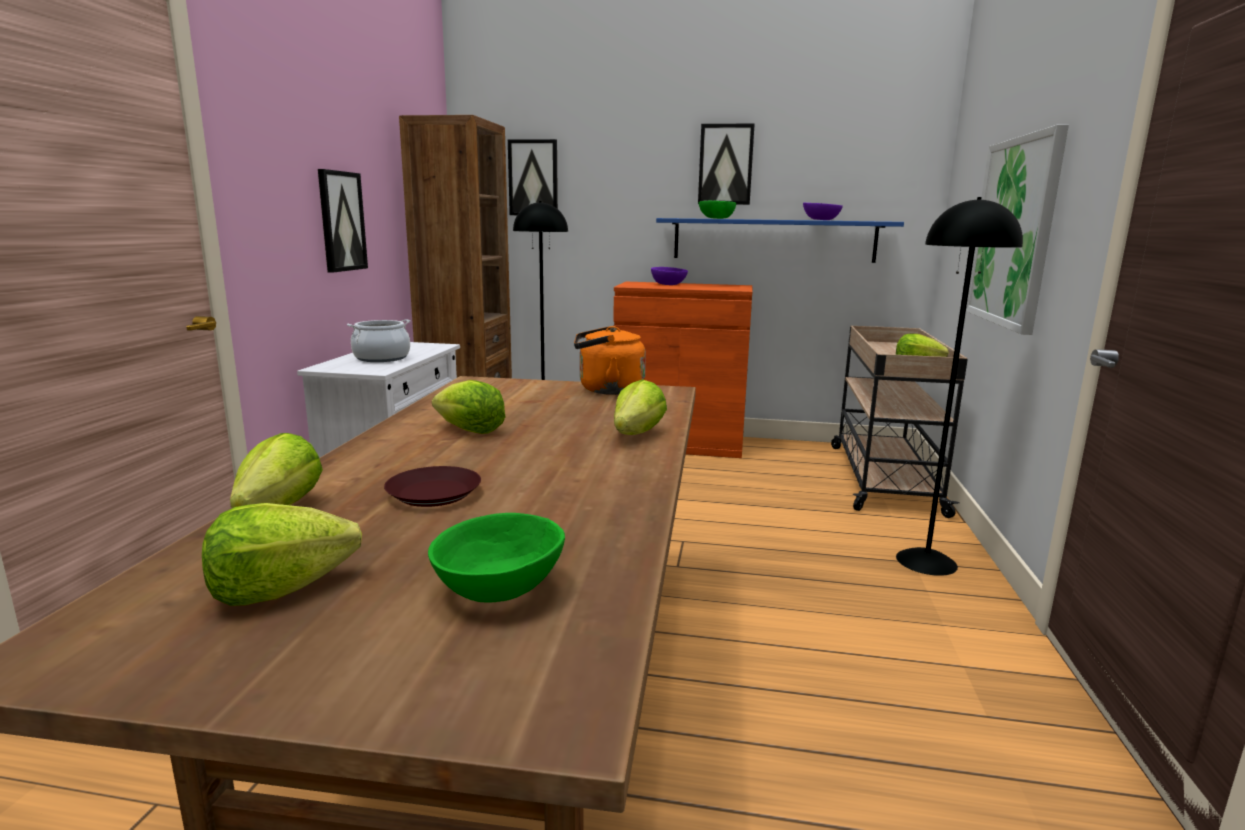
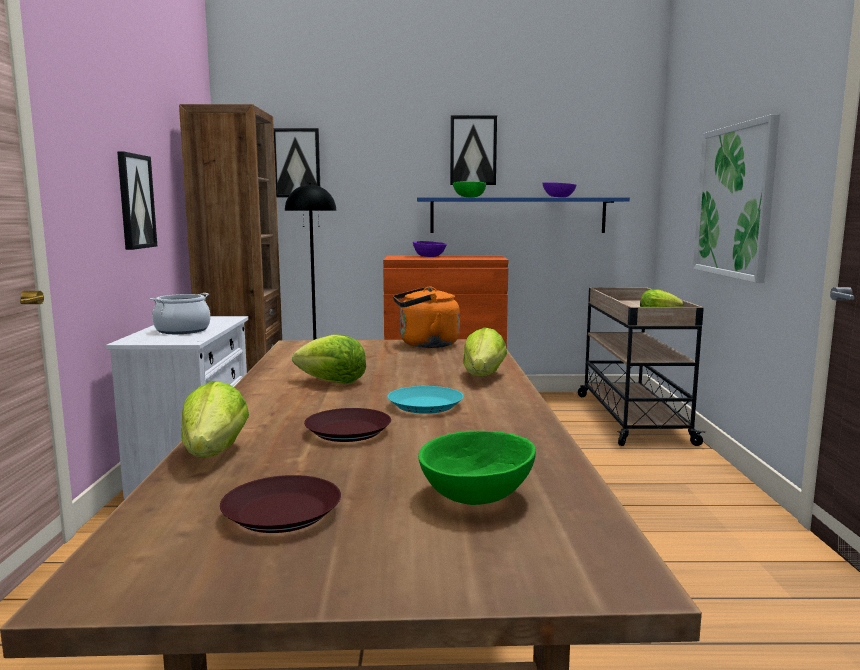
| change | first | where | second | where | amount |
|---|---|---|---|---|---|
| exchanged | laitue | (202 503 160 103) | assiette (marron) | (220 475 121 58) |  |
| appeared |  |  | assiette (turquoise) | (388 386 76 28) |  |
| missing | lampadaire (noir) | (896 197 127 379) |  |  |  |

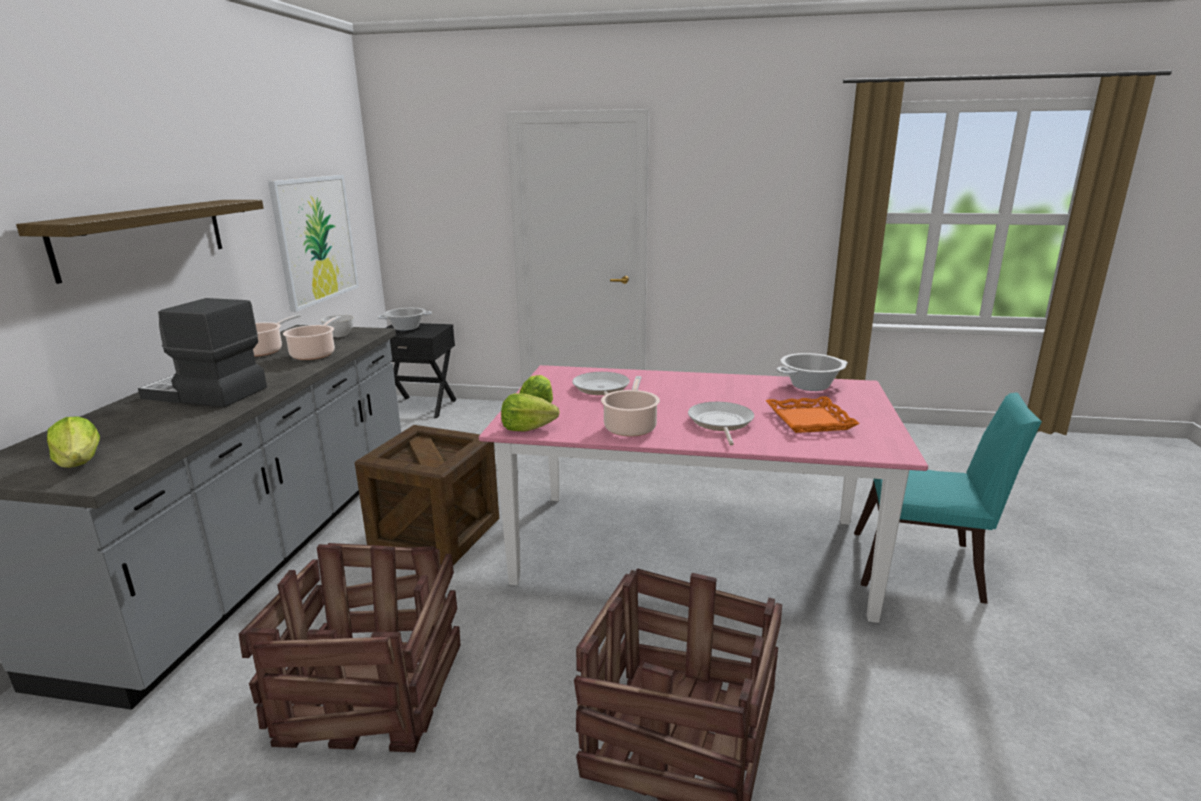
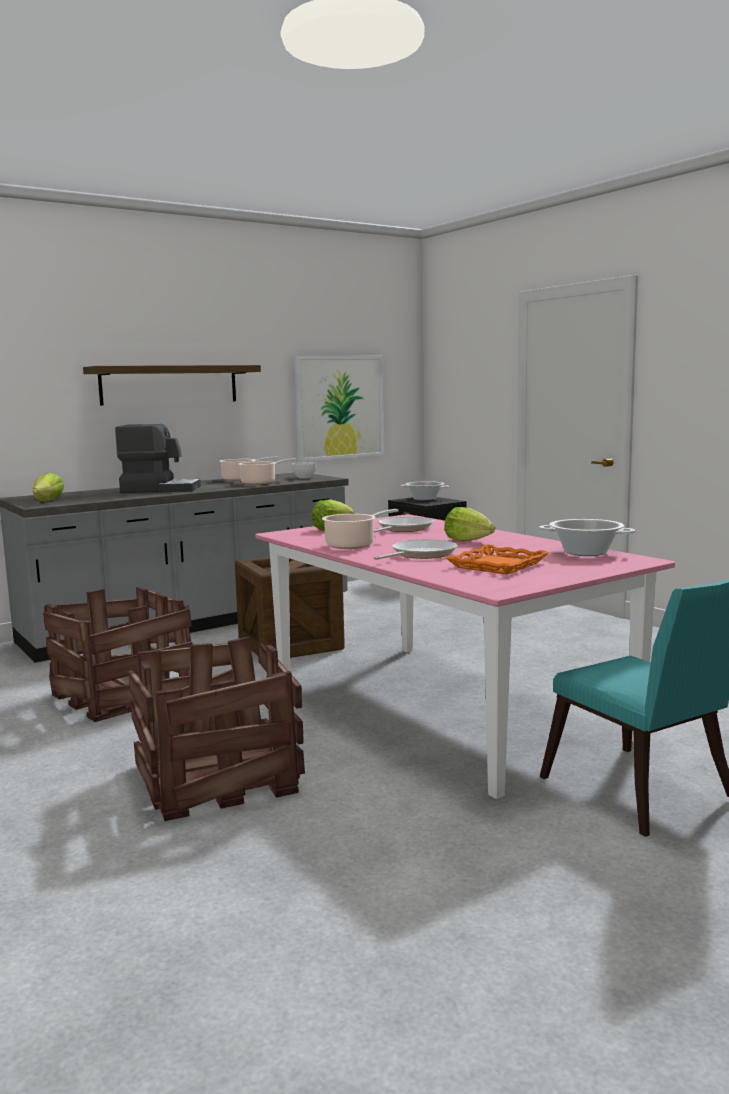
| change | first | where | second | where | amount |
|---|---|---|---|---|---|
| spun | machine à café | (138 298 129 109) |  | (115 424 86 69) | 120 degrees clockwise |
| relocated | laitue | (501 393 59 39) |  | (444 507 51 34) |  |

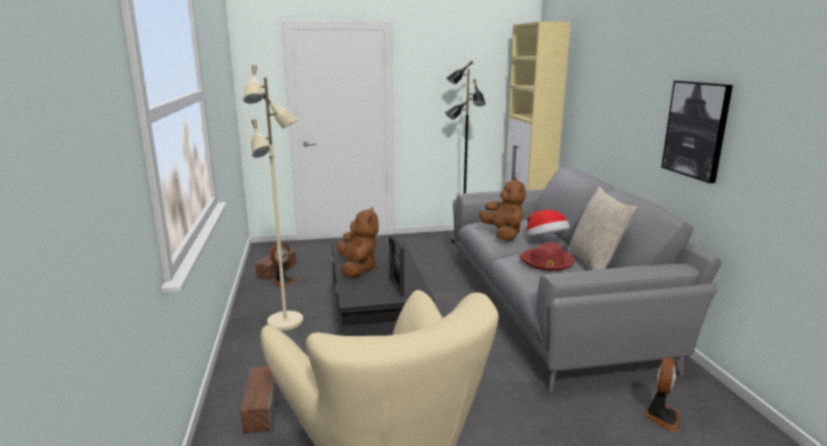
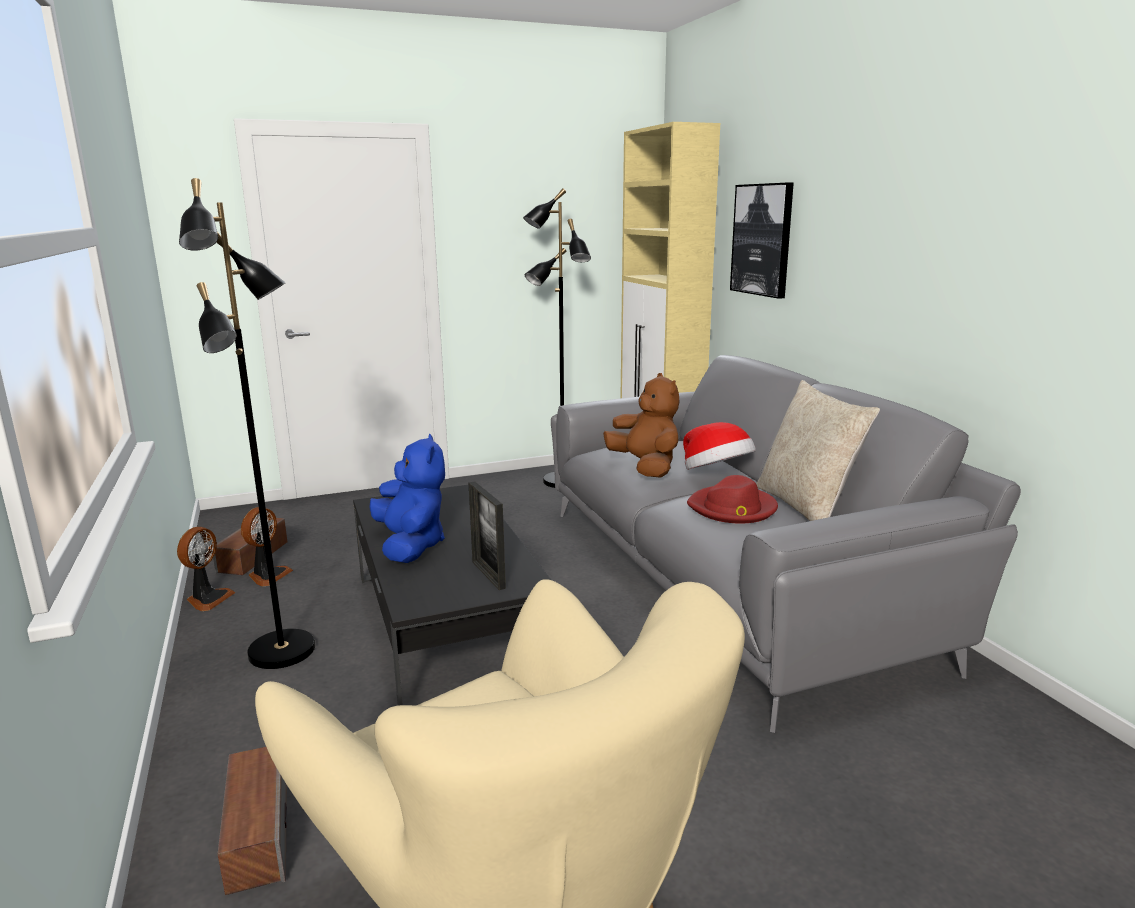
| change | first | where | second | where | amount |
|---|---|---|---|---|---|
| relocated | ventilateur | (645 357 35 75) |  | (177 527 58 84) |  |
| colour | lampadaire (beige) | (243 65 60 266) | lampadaire (noir) | (179 178 136 491) |  |
| colour | peluche (marron) | (337 207 42 71) | peluche (bleu) | (369 434 76 129) |  |
| relocated | tableau | (661 81 72 102) |  | (730 182 64 117) |  |

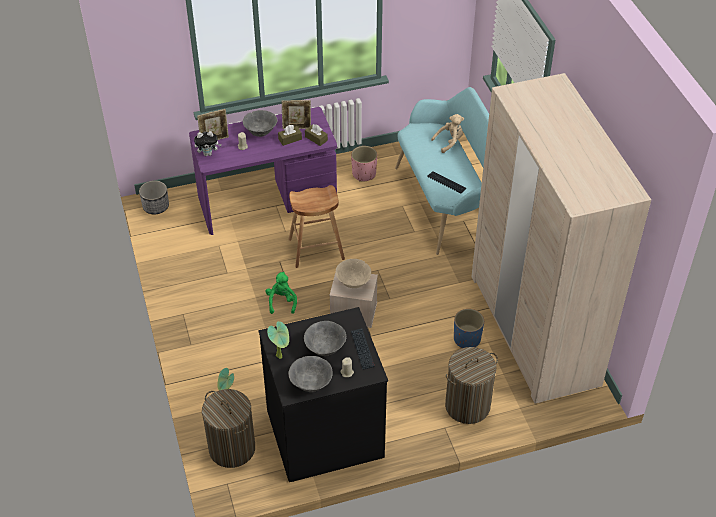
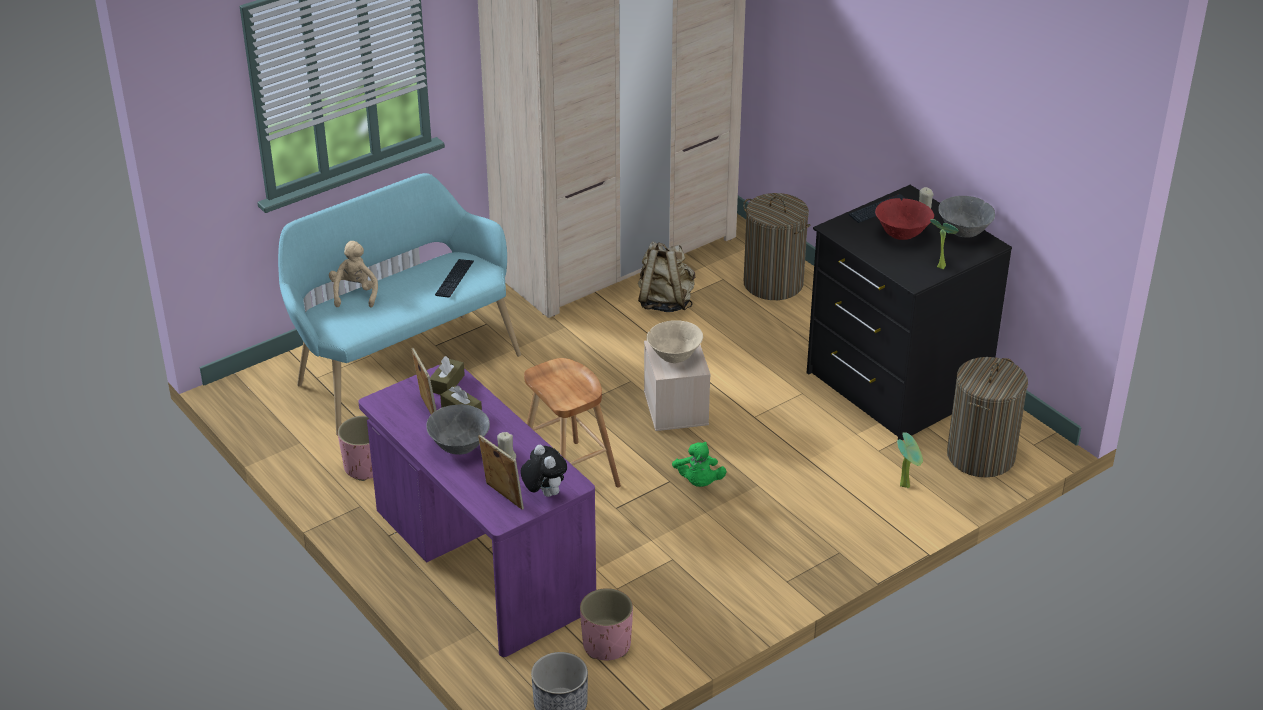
| change | first | where | second | where | amount |
|---|---|---|---|---|---|
| spun | peluche (beige) | (431 114 33 39) |  | (329 241 49 67) | 45 degrees clockwise |
| appeared |  |  | cache-pot (rose) | (580 588 53 72) |  |
| exchanged | cache-pot (bleu) | (454 309 30 39) | sac à dos (beige) | (638 242 57 70) |  |
| spun | peluche (vert) | (265 272 32 42) |  | (672 442 54 45) | 75 degrees counterclockwise |
| colour | bol (gris) | (304 321 42 35) | bol (rouge) | (875 198 59 42) |  |

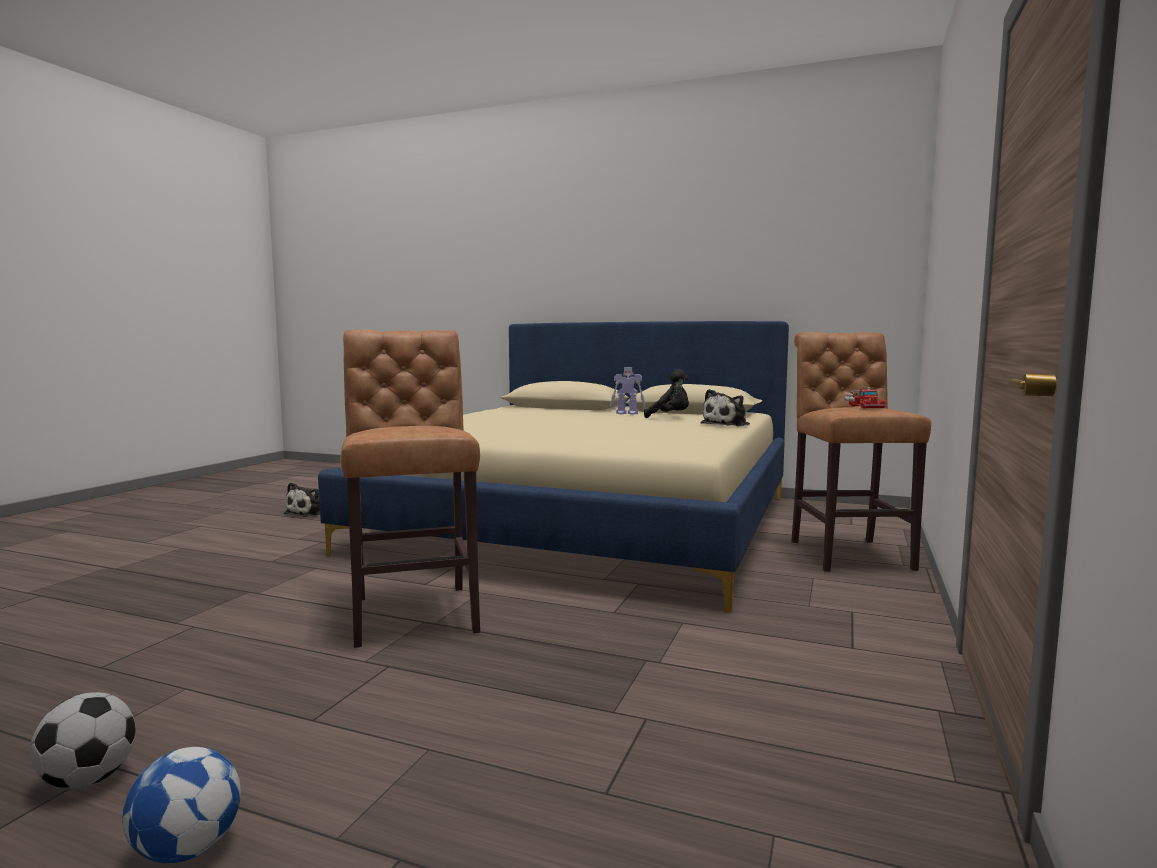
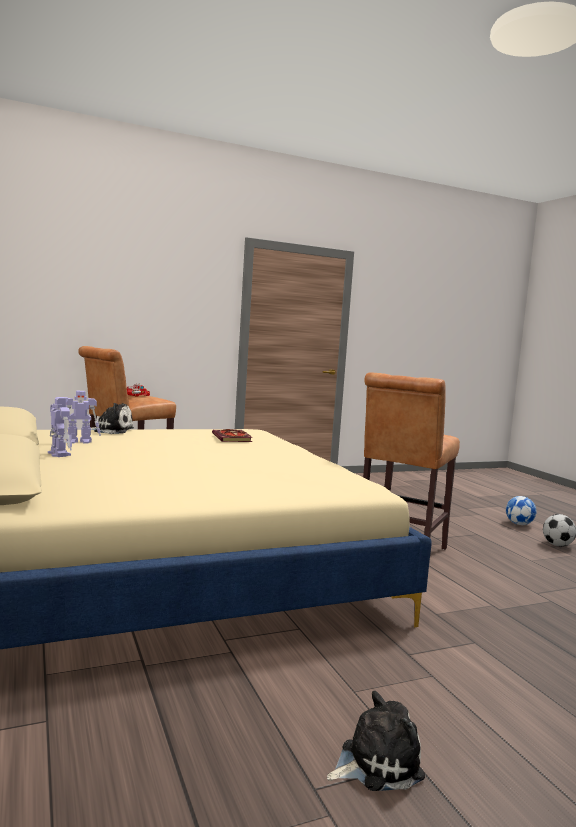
| change | first | where | second | where | amount |
|---|---|---|---|---|---|
| exchanged | peluche (noir) | (644 369 45 49) | robot jouet | (67 391 34 53) |  |
| appeared |  |  | livre | (212 429 40 13) |  |

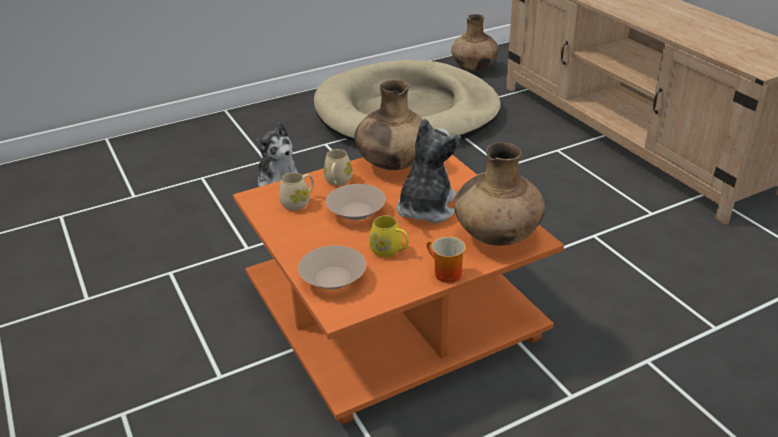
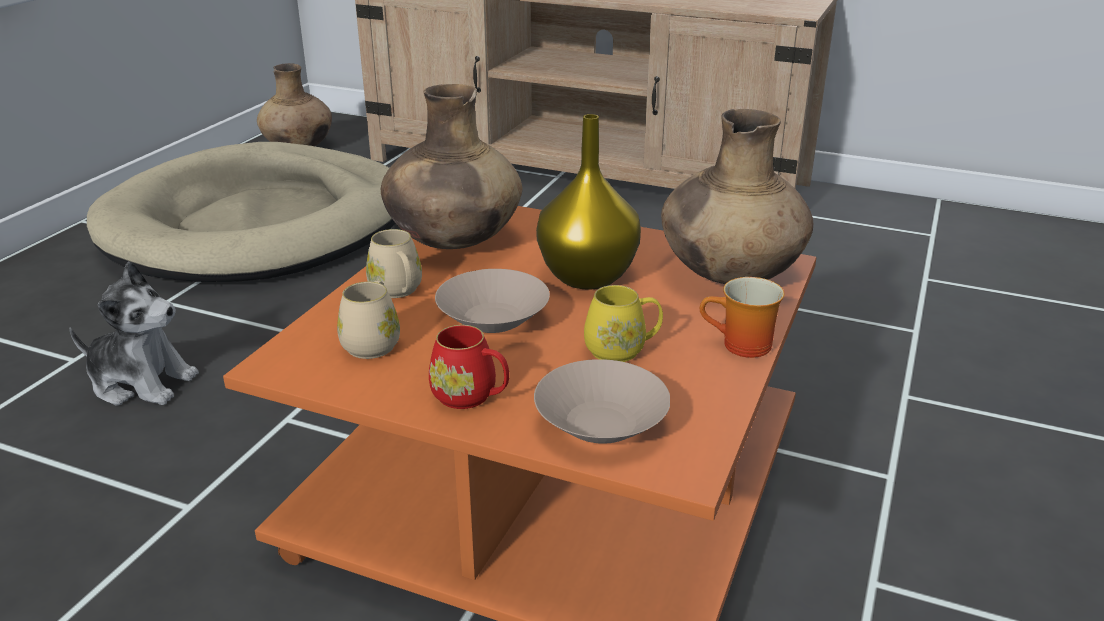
| change | first | where | second | where | amount |
|---|---|---|---|---|---|
| appeared |  |  | mug (rouge) | (429 325 80 84) |  |
| exchanged | peluche | (396 118 65 105) | vase (jaune) | (536 114 105 176) |  |

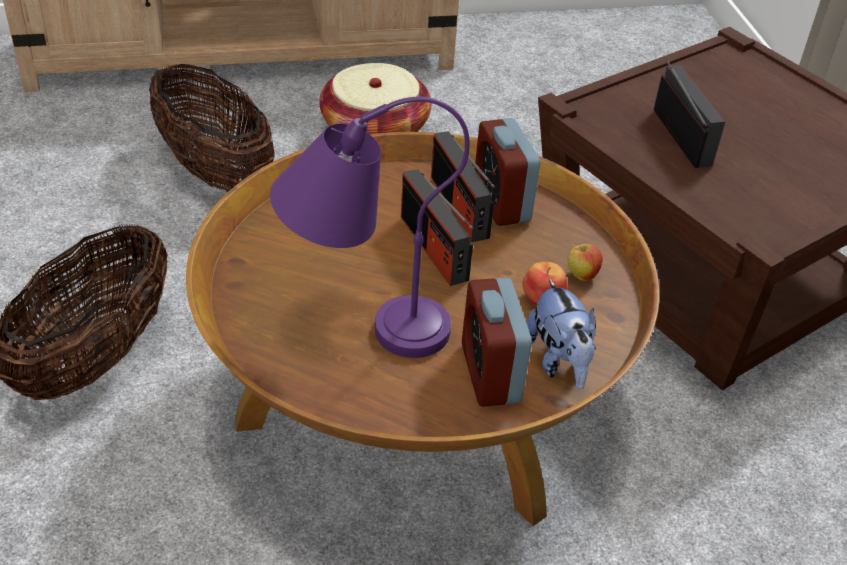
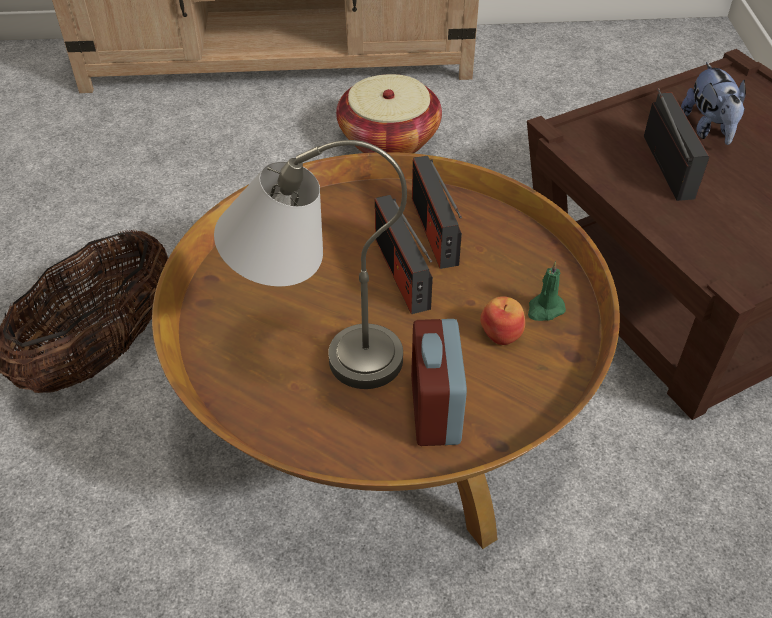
| change | first | where | second | where | amount |
|---|---|---|---|---|---|
| colour | lampe de table (violet) | (270 97 200 261) | lampe de table (gris) | (214 140 193 249) |  |
| exchanged | pomme | (567 242 36 39) | bougie (vert) | (528 261 38 60) |  |
| relocated | peluche | (526 278 70 112) |  | (681 62 65 83) |  |
| missing | panier | (149 63 126 129) |  |  |  |
| missing | réveil | (475 118 65 108) |  |  |  |

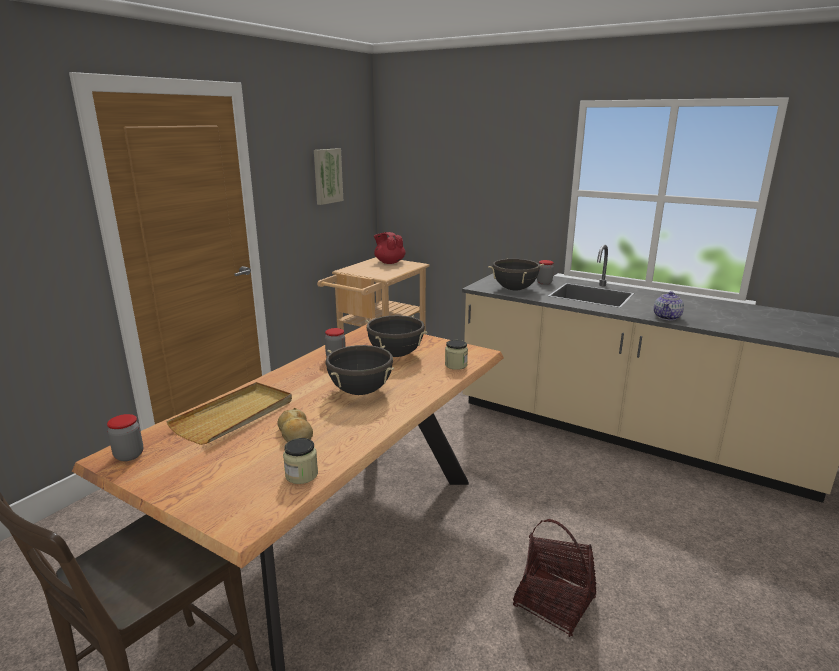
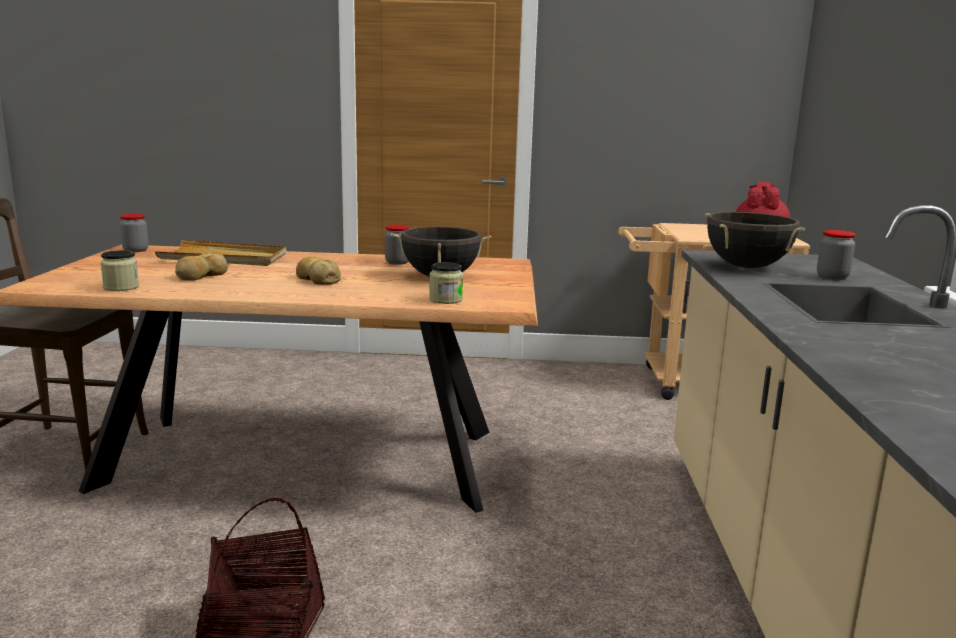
| change | first | where | second | where | amount |
|---|---|---|---|---|---|
| exchanged | marmite (noir) | (325 345 69 50) | pain | (296 257 45 28) |  |
| missing | tableau | (314 148 29 57) |  |  |  |
| missing | théière | (654 291 30 30) |  |  |  |

